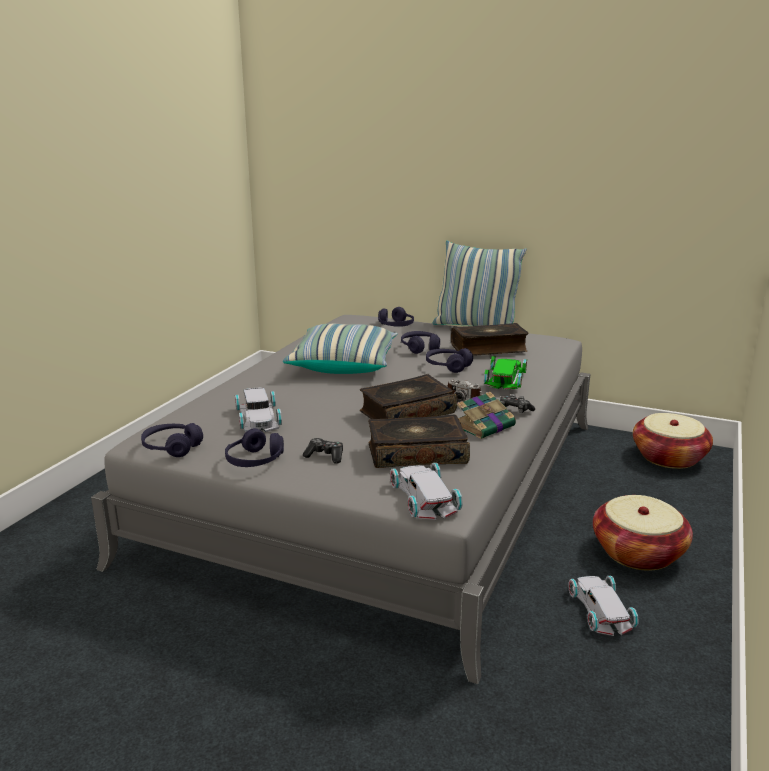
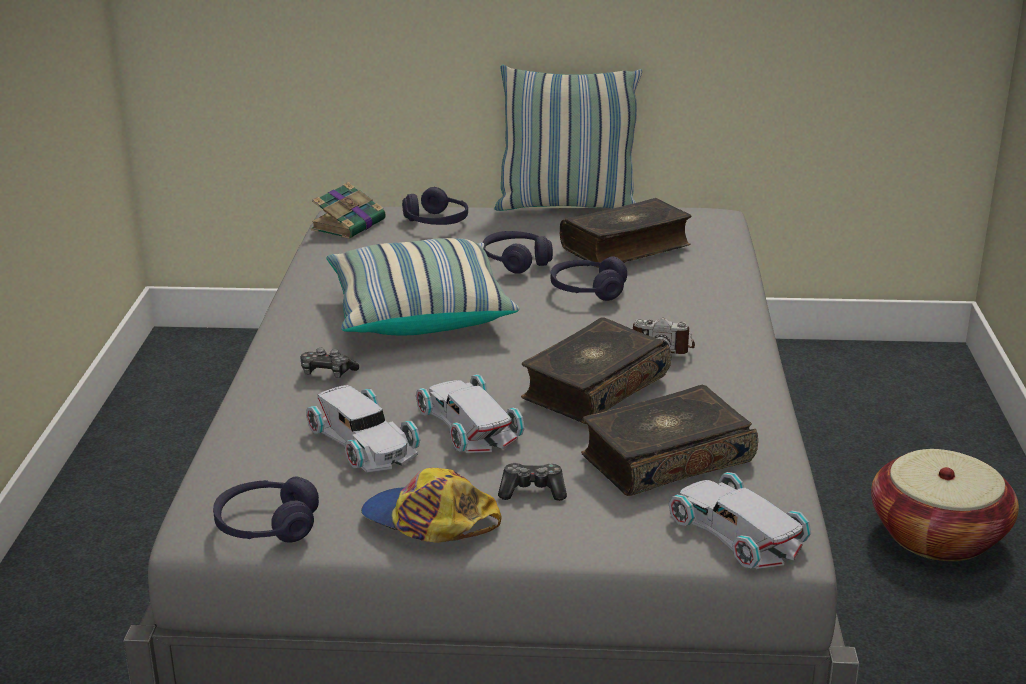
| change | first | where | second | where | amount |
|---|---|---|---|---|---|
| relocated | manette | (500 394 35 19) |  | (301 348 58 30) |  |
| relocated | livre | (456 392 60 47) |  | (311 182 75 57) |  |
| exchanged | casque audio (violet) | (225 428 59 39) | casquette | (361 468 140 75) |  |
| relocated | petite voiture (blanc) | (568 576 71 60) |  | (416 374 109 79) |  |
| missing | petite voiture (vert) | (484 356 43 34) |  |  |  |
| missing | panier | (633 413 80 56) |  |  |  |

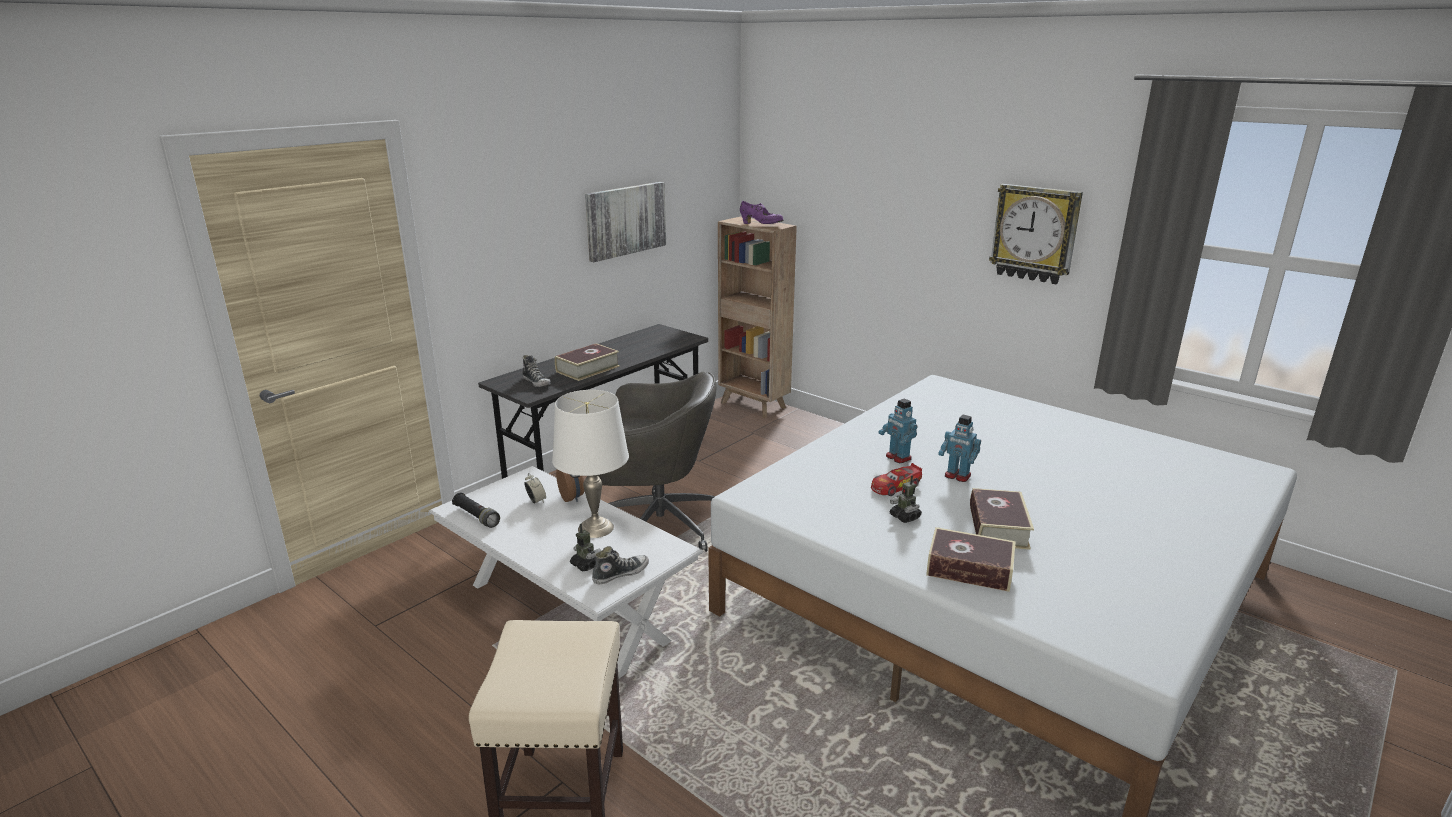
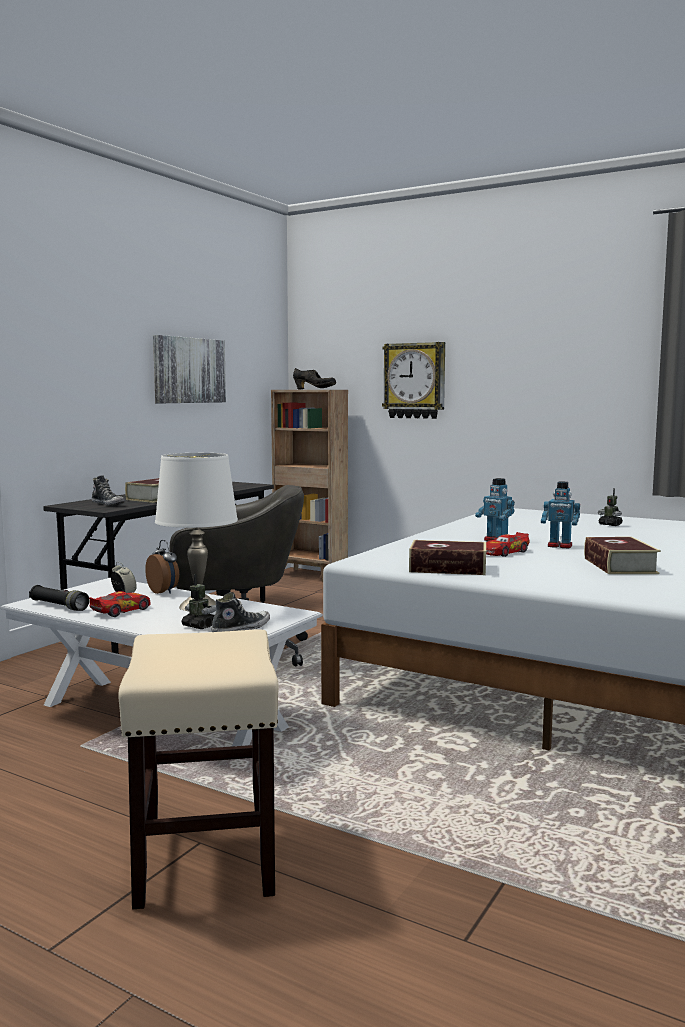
| change | first | where | second | where | amount |
|---|---|---|---|---|---|
| appeared |  |  | petite voiture | (89 591 62 26) |  |
| colour | chaussure (violet) | (740 201 43 23) | chaussure (noir) | (293 368 43 21) |  |
| relocated | horloge murale | (989 184 94 100) |  | (382 342 63 77) |  |
| relocated | livre | (926 527 90 65) |  | (409 540 77 35) |  |
| relocated | robot jouet | (890 475 32 48) |  | (598 488 25 38) |  |

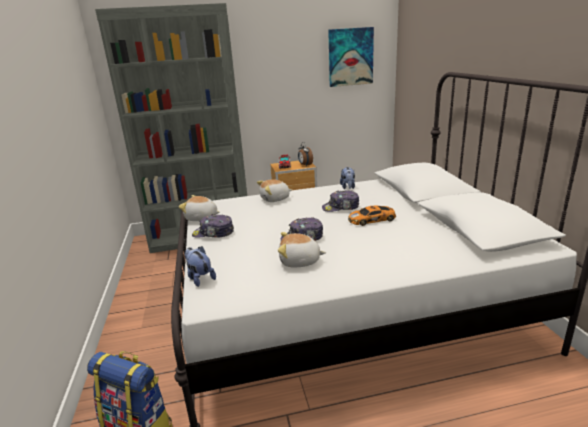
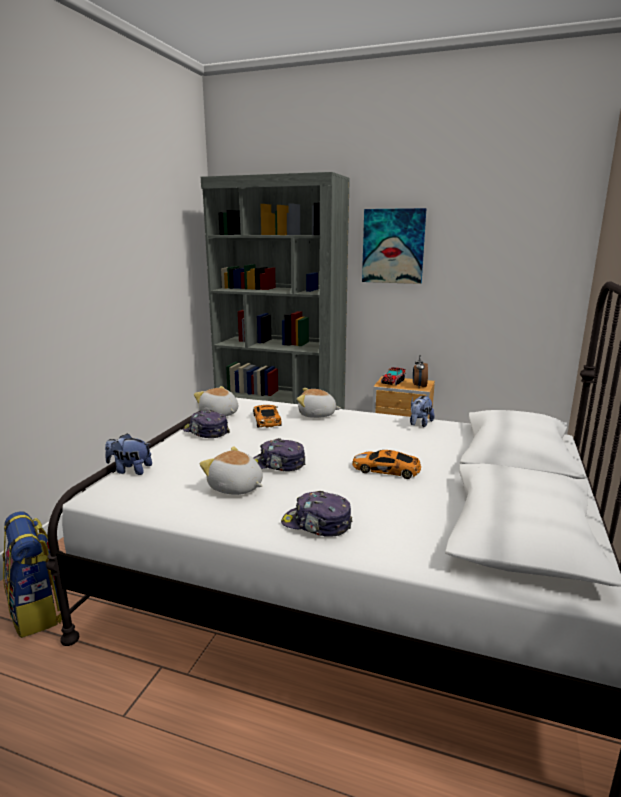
| change | first | where | second | where | amount |
|---|---|---|---|---|---|
| spun | peluche | (184 246 32 41) |  | (105 433 47 42) | 75 degrees counterclockwise |
| appeared |  |  | petite voiture | (253 405 29 22) |  |
| relocated | casquette | (322 190 37 22) |  | (281 491 71 46) |  |
| relocated | tableau | (328 27 46 60) |  | (362 208 64 76) |  |

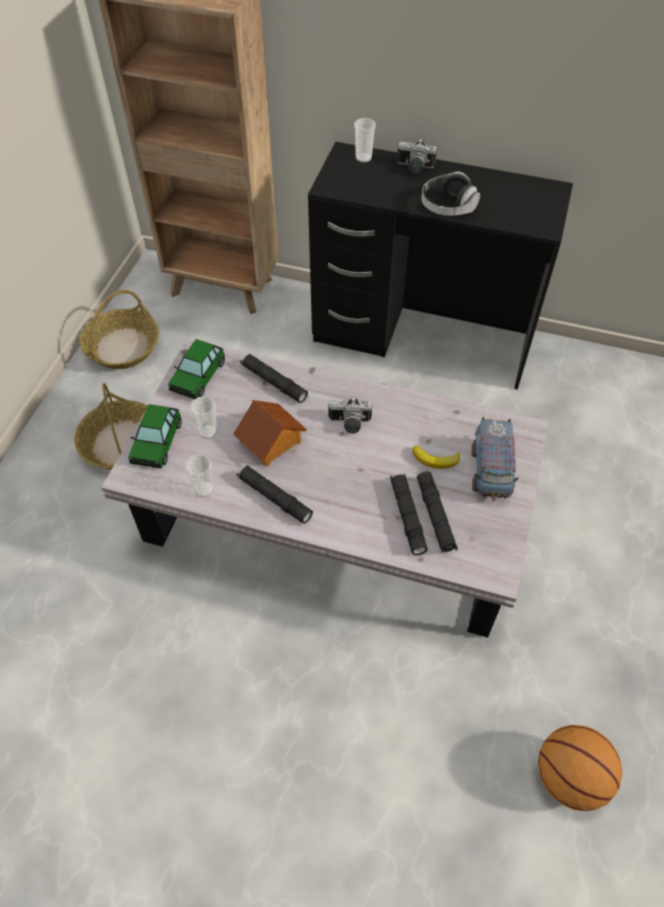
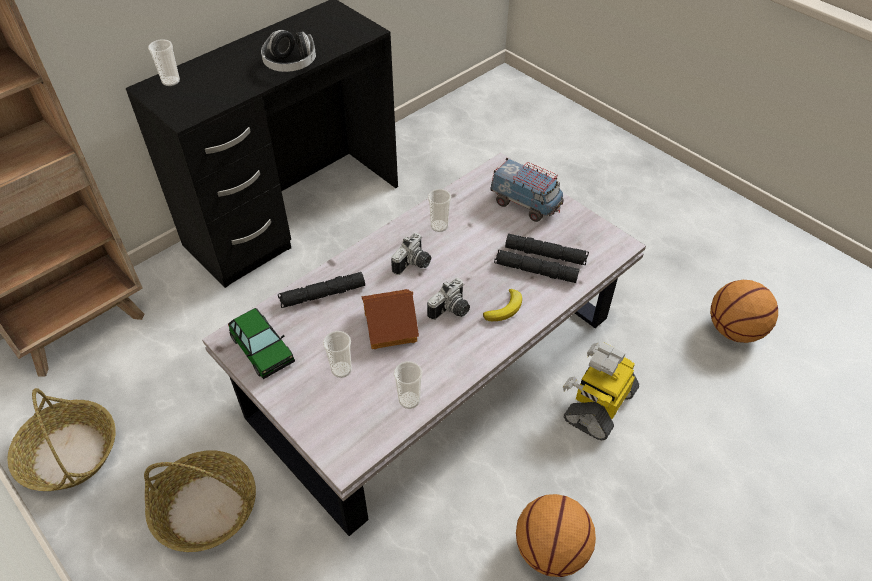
| change | first | where | second | where | amount |
|---|---|---|---|---|---|
| relocated | appareil photo | (397 139 40 35) |  | (427 278 43 42) |  |
| appeared |  |  | tasse | (428 189 23 43) |  |
| relocated | banane | (412 445 48 24) |  | (483 289 39 32) |  |
| appeared |  |  | ballon de basket | (516 494 80 83) |  |
| appeared |  |  | robot jouet | (563 342 76 98) |  |
| missing | petite voiture | (128 404 54 65) |  |  |  |
| missing | lampe de poche (noir) | (237 465 76 59) |  |  |  |

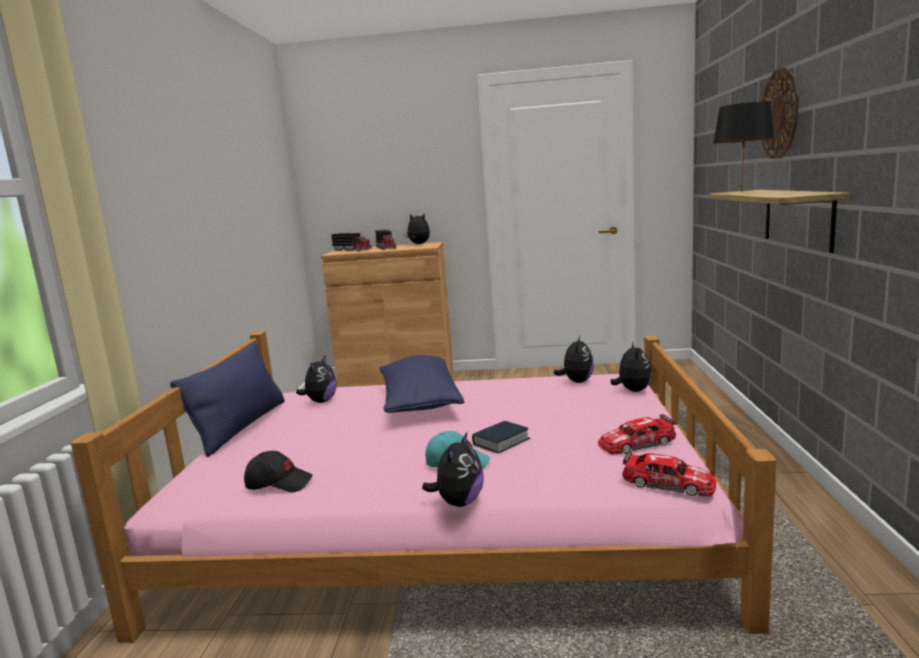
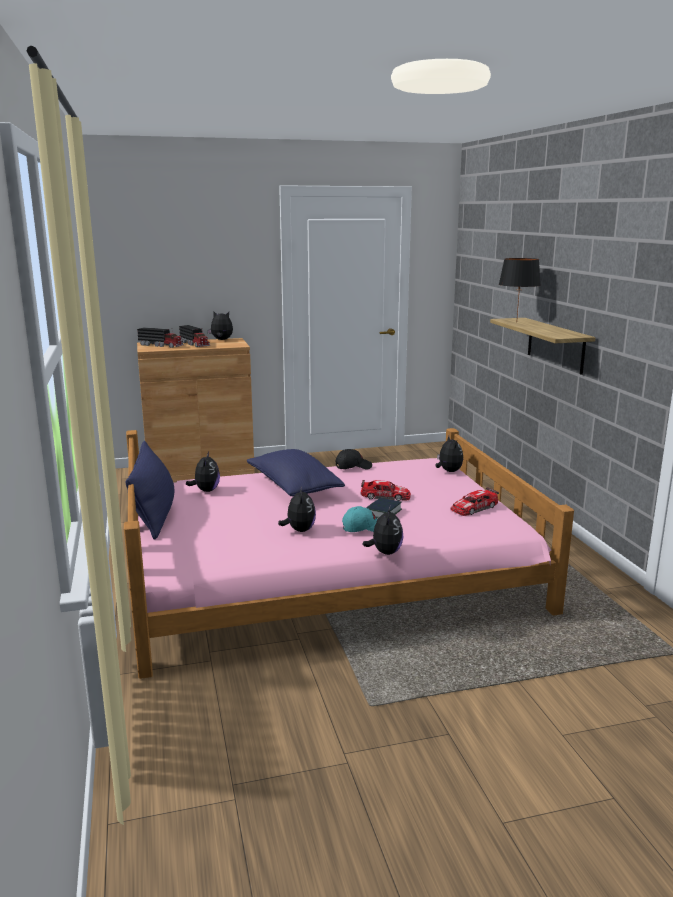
| change | first | where | second | where | amount |
|---|---|---|---|---|---|
| relocated | peluche | (554 336 40 47) |  | (278 486 38 46) |  |
| relocated | casquette (noir) | (244 451 69 41) |  | (335 449 37 21) |  |
| relocated | petite voiture | (622 450 94 46) |  | (360 480 51 21) |  |
| missing | horloge murale | (762 67 37 92) |  |  |  |

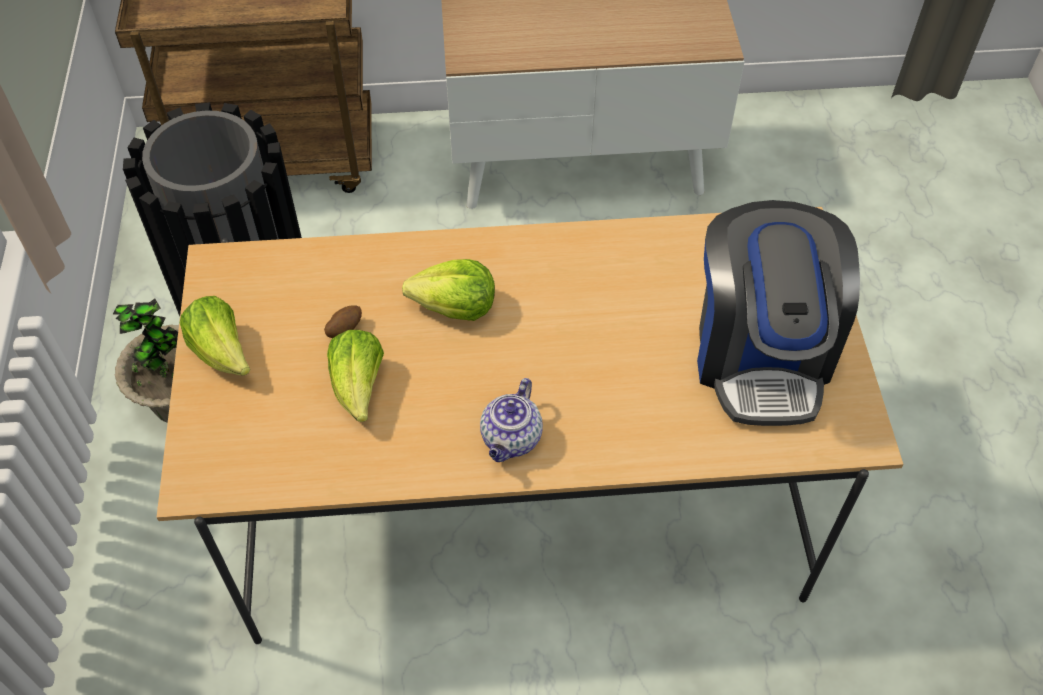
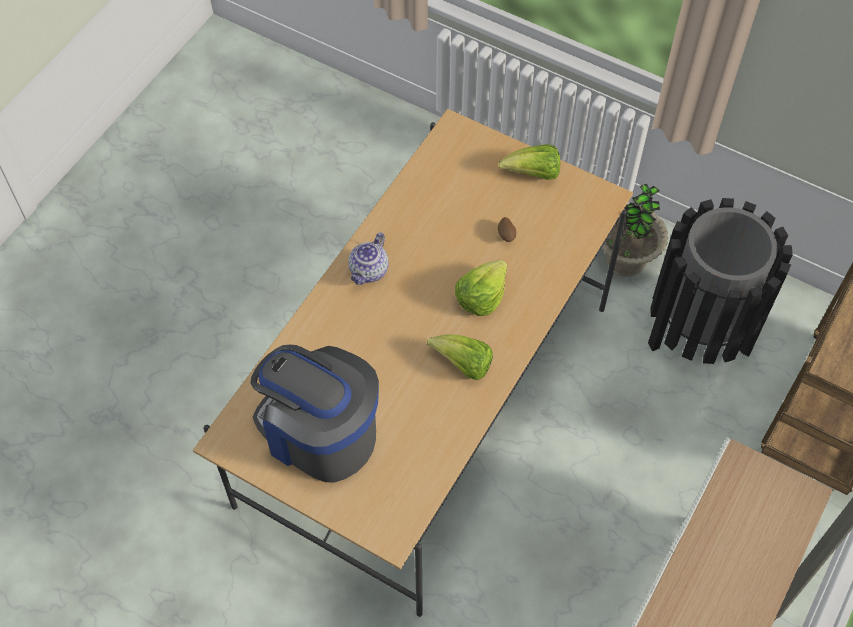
| change | first | where | second | where | amount |
|---|---|---|---|---|---|
| spun | théière | (480 378 63 84) |  | (348 232 41 53) | 120 degrees counterclockwise |
| relocated | laitue | (327 330 57 92) |  | (427 334 66 46) |  |

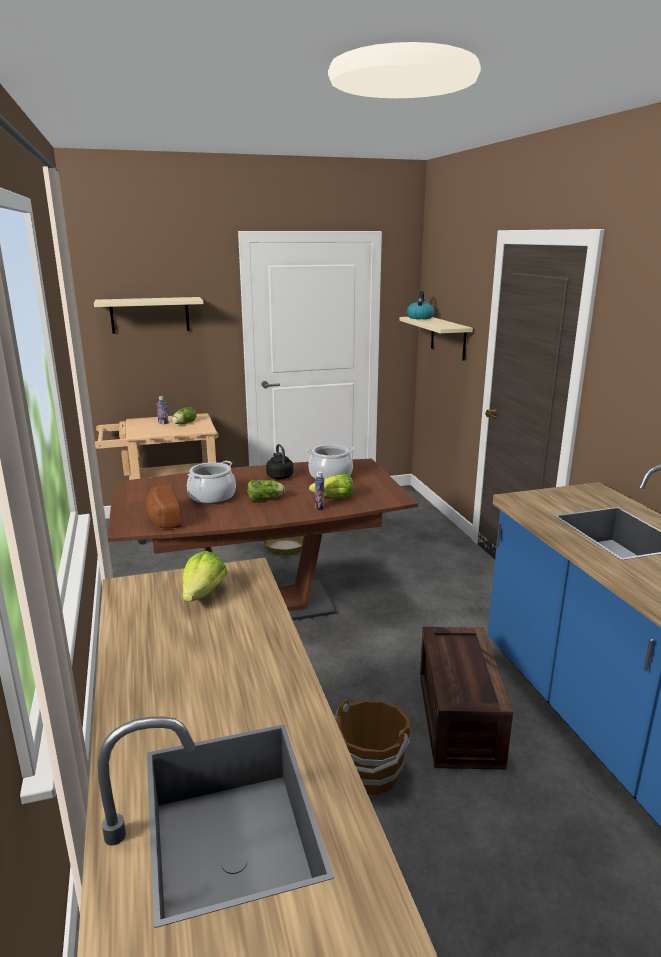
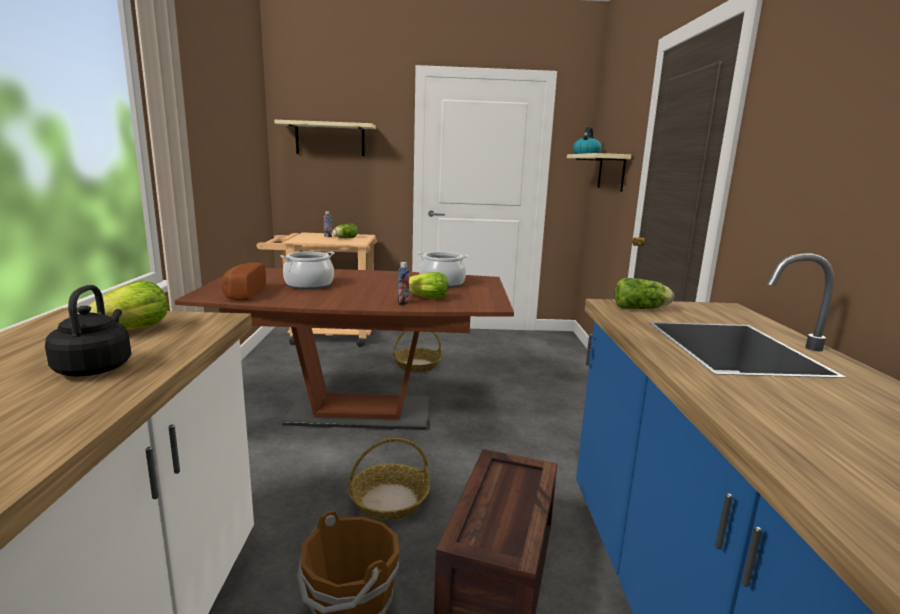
| change | first | where | second | where | amount |
|---|---|---|---|---|---|
| relocated | bouilloire (noir) | (266 444 27 35) |  | (45 285 86 92) |  |
| appeared |  |  | panier | (348 438 82 82) |  |
| relocated | laitue | (247 480 38 21) |  | (615 278 59 31) |  |

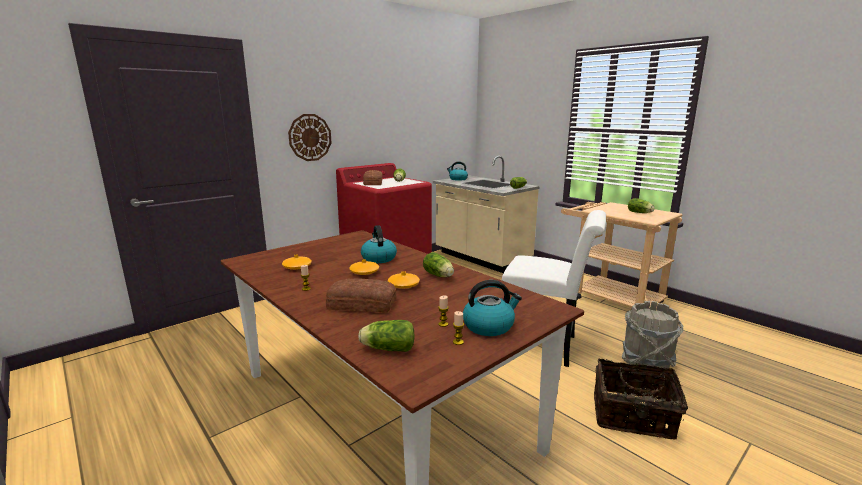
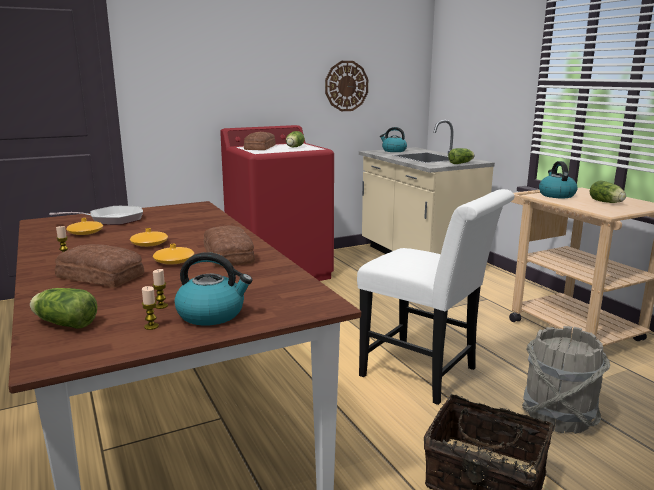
| change | first | where | second | where | amount |
|---|---|---|---|---|---|
| appeared |  |  | poêle | (50 206 93 19) |  |
| exchanged | laitue | (423 252 31 25) | pain | (204 225 51 43) |  |
| relocated | horloge murale | (288 114 44 47) |  | (325 61 43 50) |  |
| relocated | bouilloire | (361 225 36 38) |  | (539 161 39 37) |  |

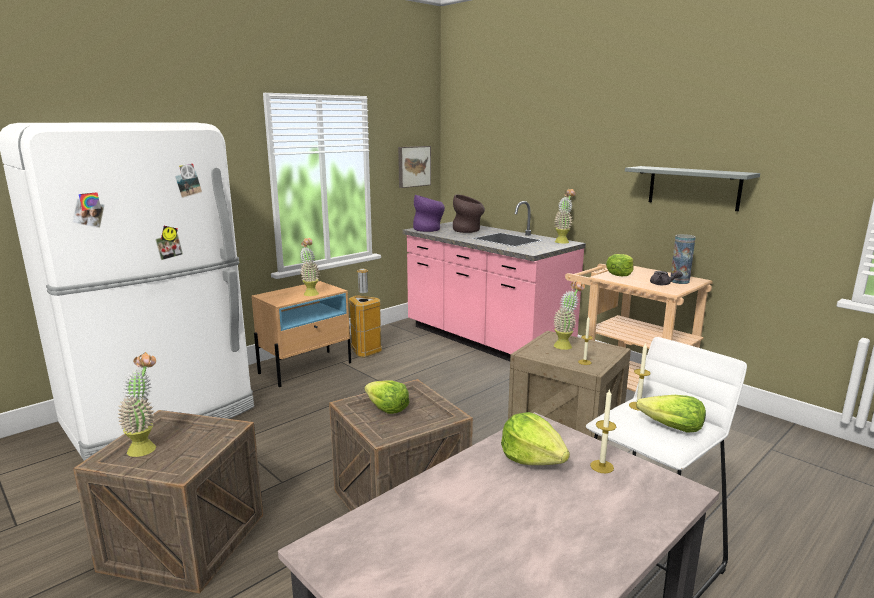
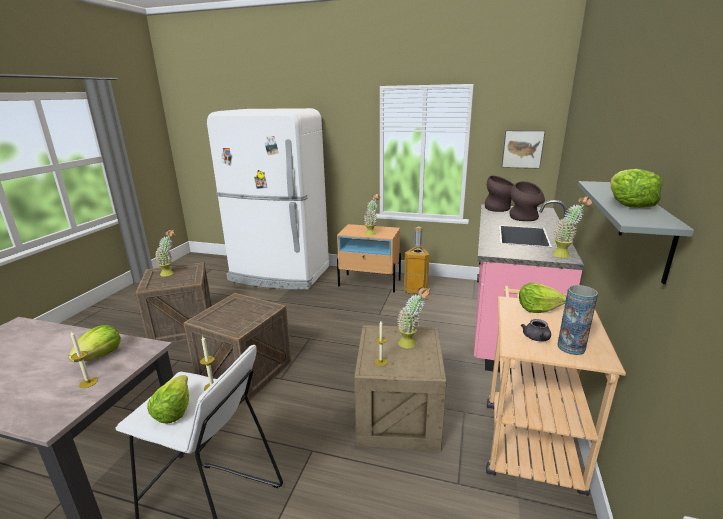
| change | first | where | second | where | amount |
|---|---|---|---|---|---|
| colour | vase (violet) | (413 195 32 37) | vase (marron) | (485 175 29 37) |  |
| relocated | laitue | (365 380 45 34) |  | (610 169 52 39) |  |

